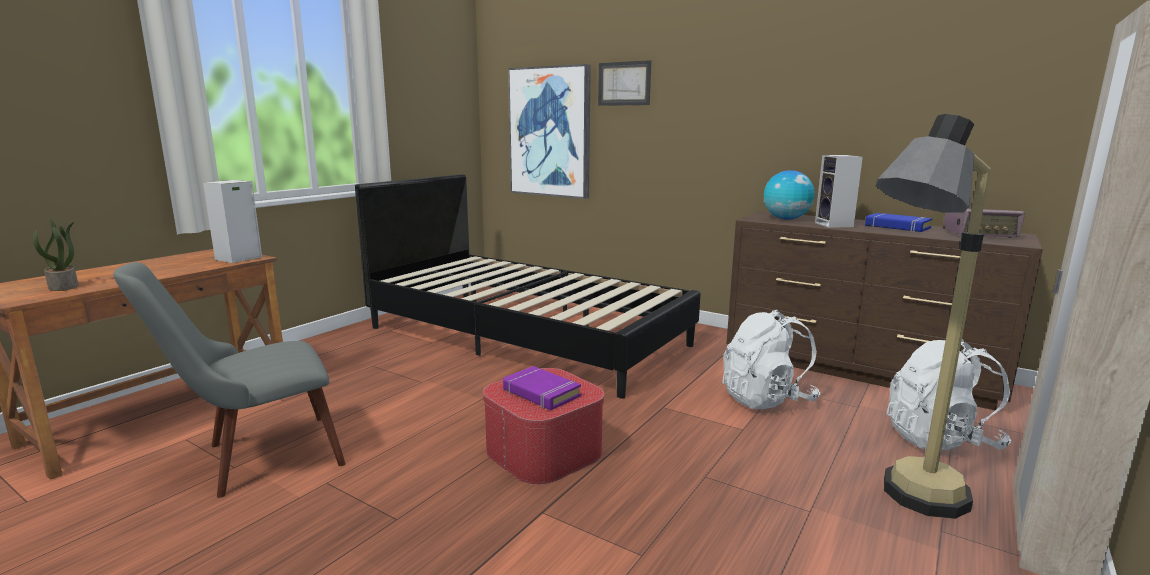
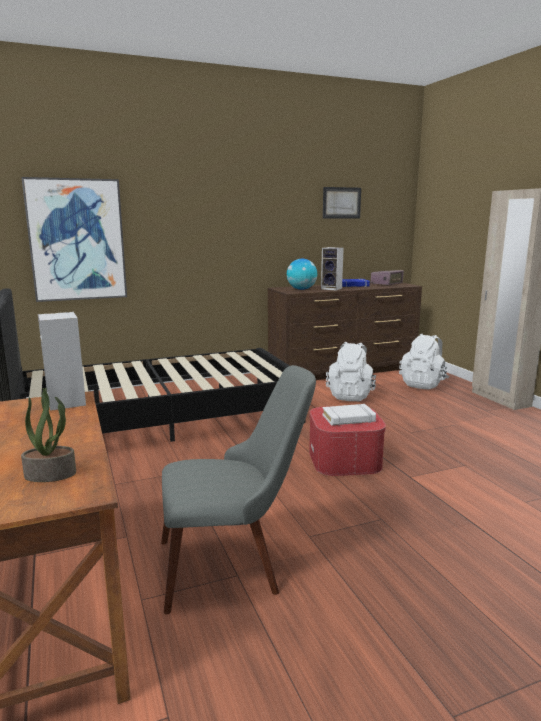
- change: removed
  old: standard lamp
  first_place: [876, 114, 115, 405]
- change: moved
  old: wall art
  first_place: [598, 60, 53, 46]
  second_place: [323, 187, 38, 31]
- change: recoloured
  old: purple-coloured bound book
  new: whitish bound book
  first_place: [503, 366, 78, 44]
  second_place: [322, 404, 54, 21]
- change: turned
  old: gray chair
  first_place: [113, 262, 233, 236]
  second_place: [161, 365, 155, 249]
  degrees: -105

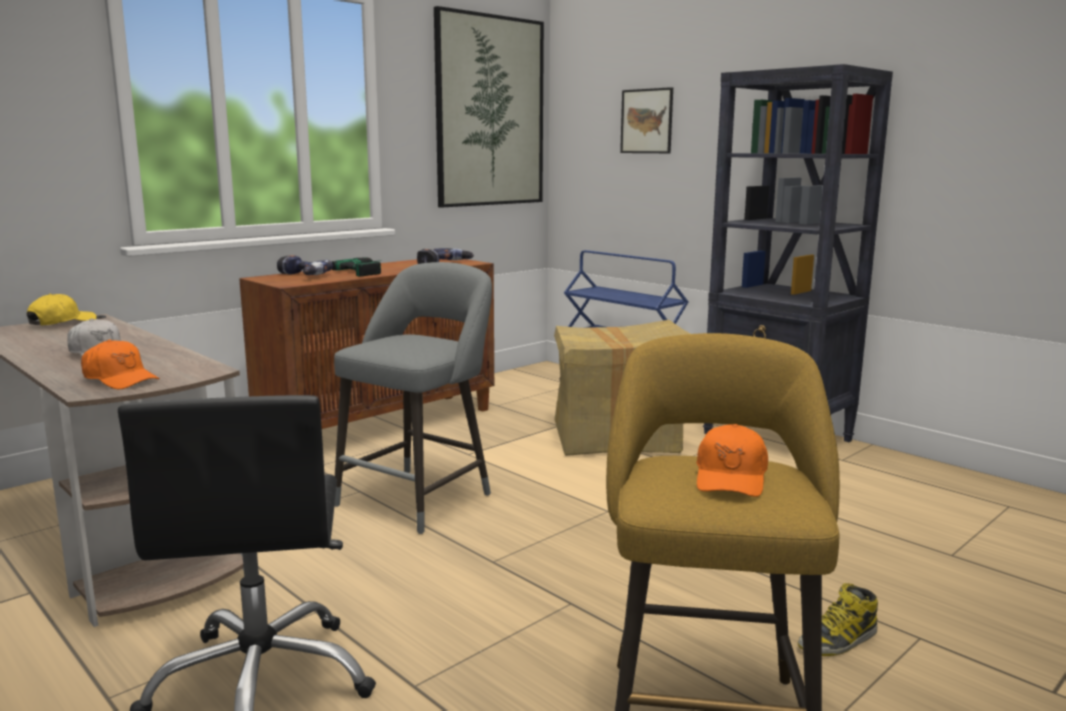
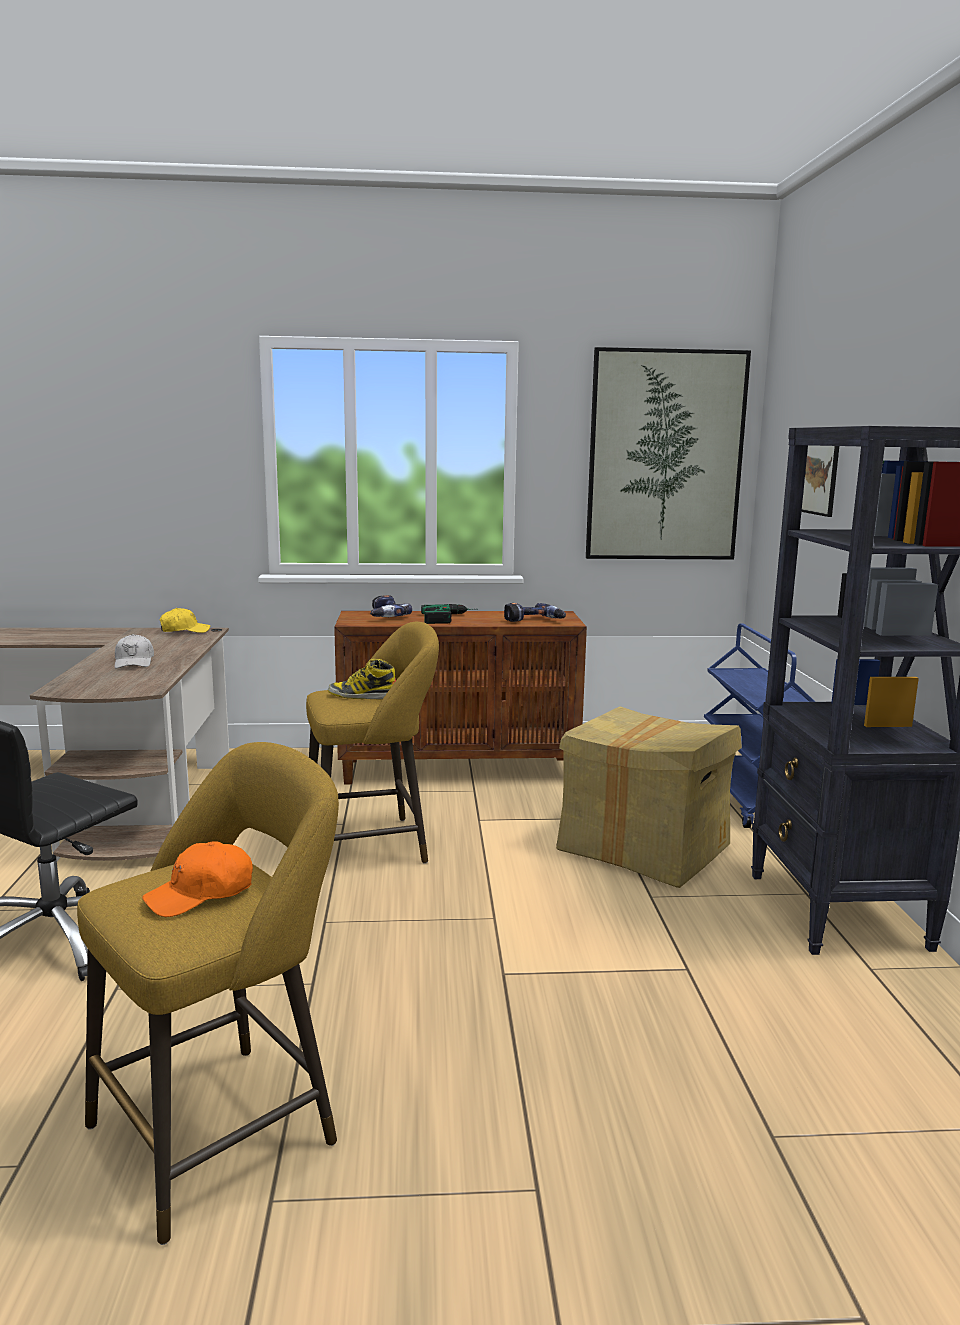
- change: removed
  old: orange peaked cap
  first_place: [81, 339, 79, 50]
- change: moved
  old: boot
  first_place: [798, 583, 80, 73]
  second_place: [328, 659, 68, 40]
- change: recoloured
  old: gray sitting stool
  new: yellow-coloured sitting stool
  first_place: [334, 262, 158, 272]
  second_place: [306, 622, 133, 242]

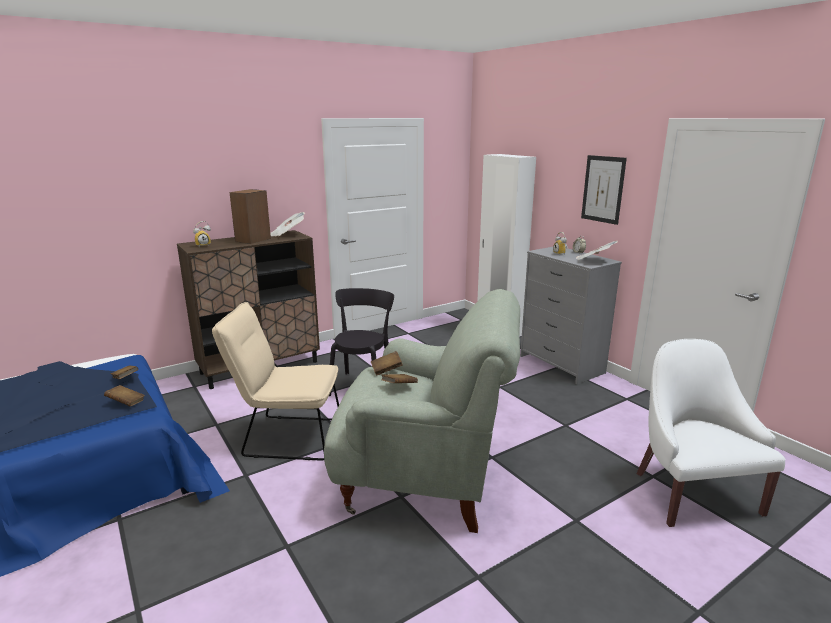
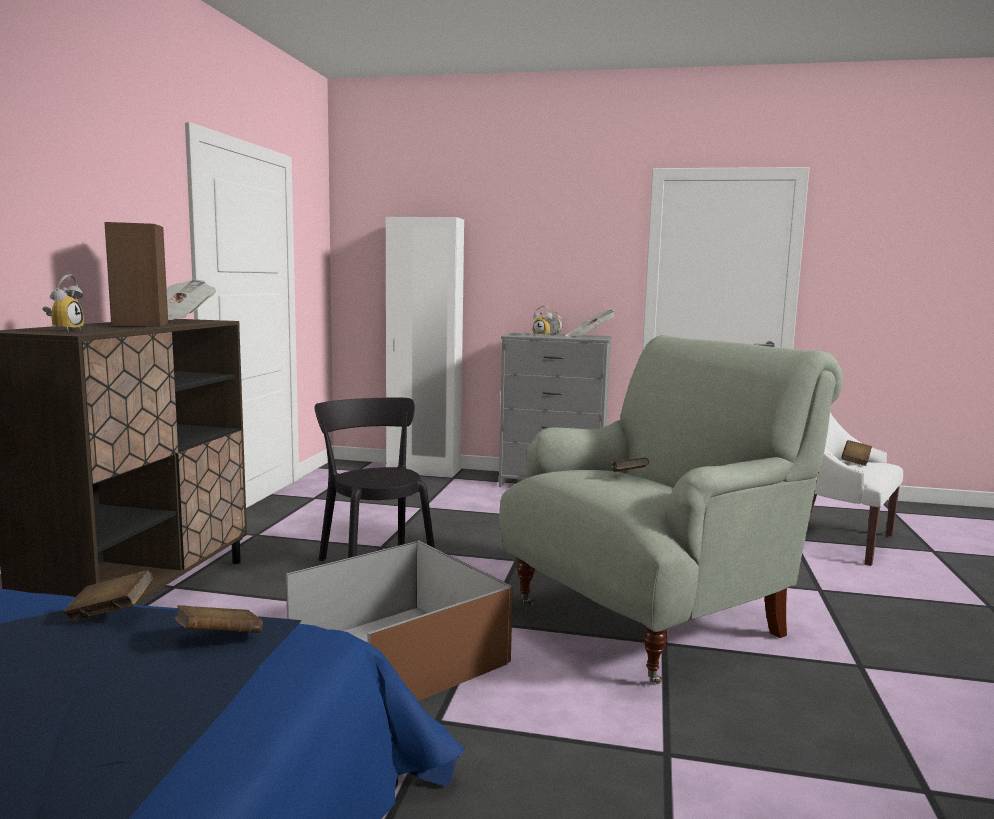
- change: removed
  old: wall art
  first_place: [581, 155, 46, 70]
- change: moved
  old: brown-coloured bound book
  first_place: [371, 351, 32, 24]
  second_place: [841, 440, 31, 26]
- change: replaced
  old: beige-coloured chair
  new: brown-coloured storage box
  first_place: [212, 302, 127, 159]
  second_place: [286, 541, 227, 160]

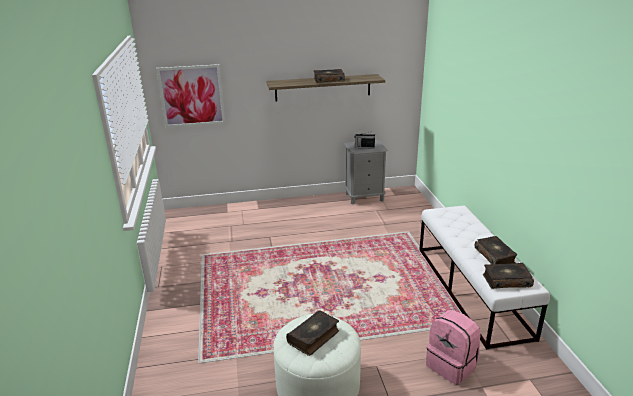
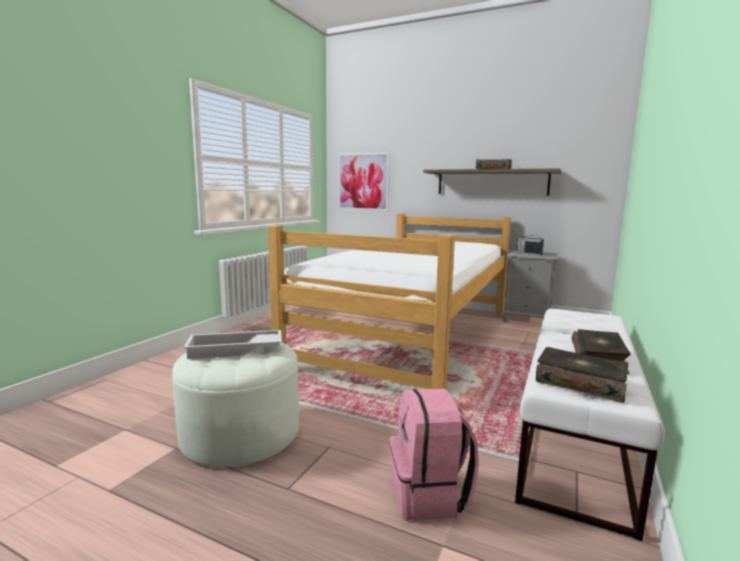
- change: added
  new: bedroom bed
  second_place: [268, 213, 243, 177]
- change: replaced
  old: bound book
  new: whitish tray
  first_place: [286, 310, 53, 46]
  second_place: [184, 330, 98, 29]

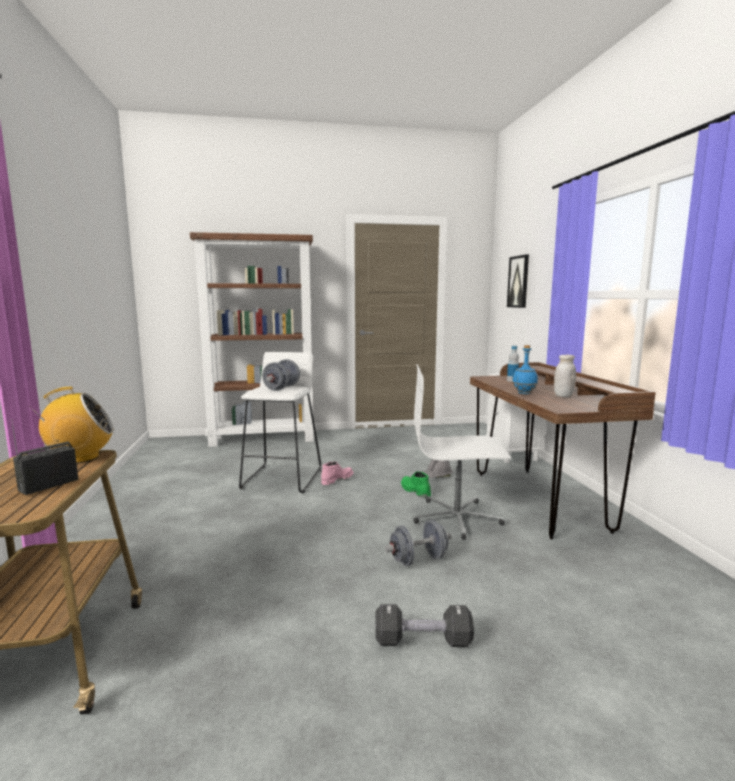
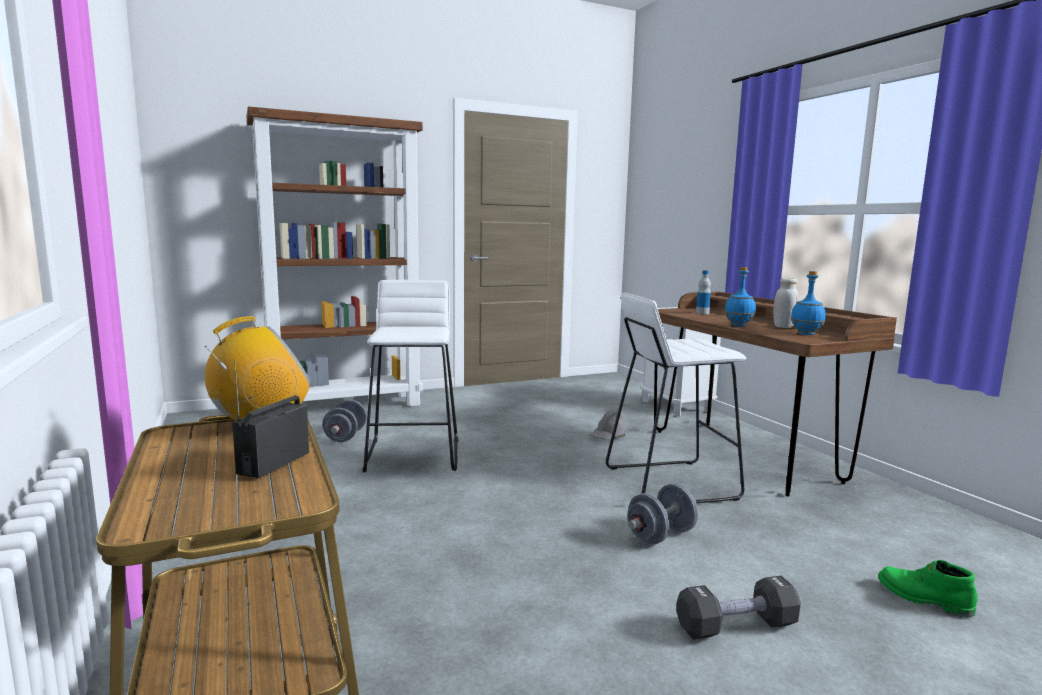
- change: removed
  old: pinkish boot
  first_place: [321, 461, 33, 24]
- change: removed
  old: wall art
  first_place: [507, 254, 22, 54]
- change: added
  new: blue beverage bottle
  second_place: [791, 271, 34, 64]
- change: moved
  old: gray free weight
  first_place: [262, 359, 38, 32]
  second_place: [322, 400, 45, 42]
- change: moved
  old: green-coloured boot
  first_place: [401, 471, 30, 27]
  second_place: [878, 560, 99, 57]
- change: replaced
  old: whitish desk chair
  new: whitish sitting stool
  first_place: [413, 364, 98, 176]
  second_place: [606, 293, 140, 210]

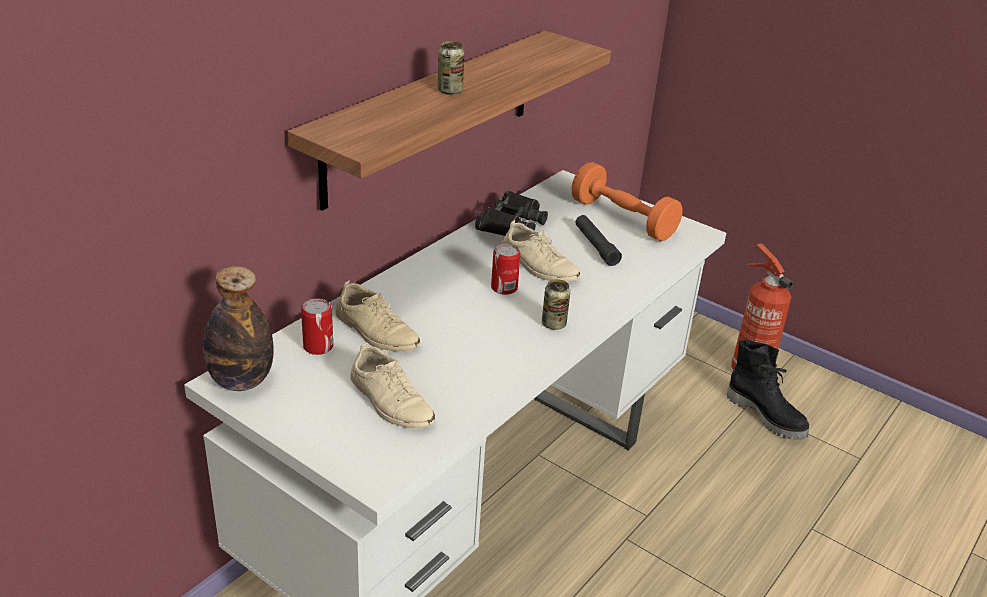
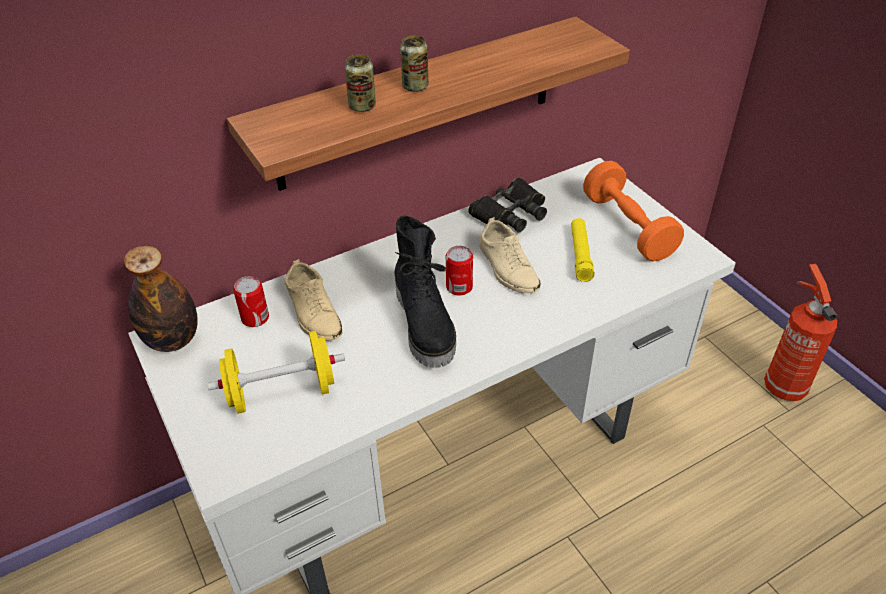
- change: moved
  old: metal can
  first_place: [542, 279, 29, 51]
  second_place: [345, 54, 31, 58]
- change: moved
  old: black boot
  first_place: [727, 340, 82, 100]
  second_place: [394, 216, 62, 152]
- change: replaced
  old: beige-coloured shoe
  new: yellow-coloured free weight
  first_place: [350, 343, 85, 85]
  second_place: [207, 330, 138, 84]
- change: recoloured
  old: black torch
  new: yellow-coloured torch
  first_place: [575, 215, 47, 51]
  second_place: [571, 218, 24, 64]

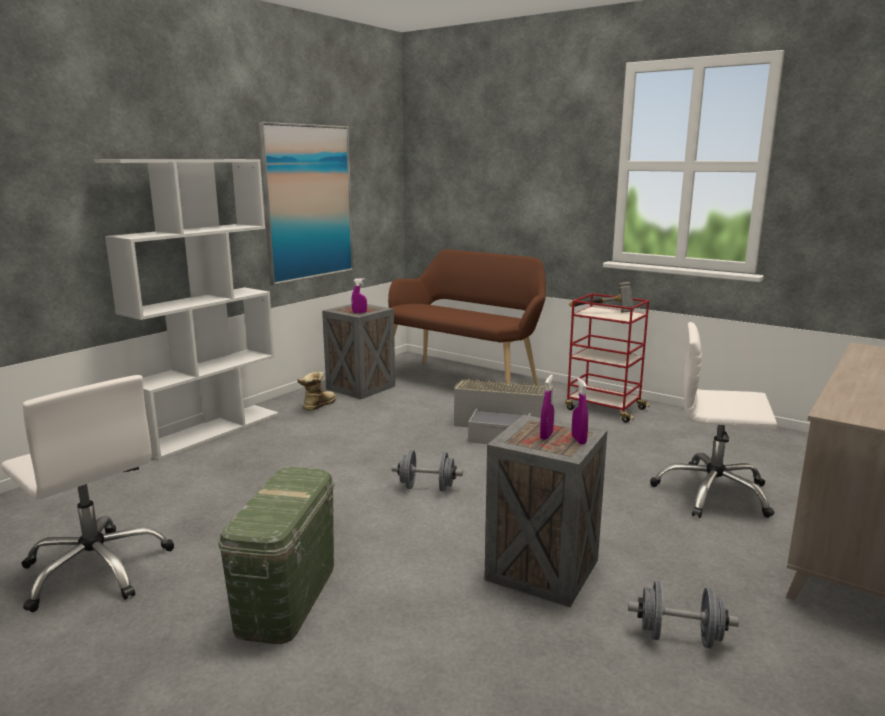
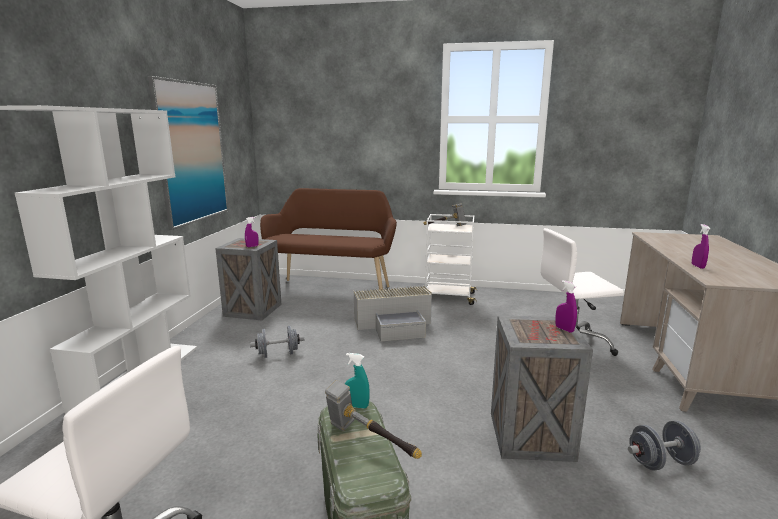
- change: removed
  old: boot
  first_place: [297, 372, 39, 38]
- change: added
  new: tool hammer
  second_place: [325, 380, 97, 79]
- change: added
  new: blue-green sprayer
  second_place: [345, 353, 25, 56]
- change: moved
  old: gray free weight
  first_place: [392, 450, 71, 41]
  second_place: [250, 326, 54, 32]
- change: moved
  old: purple-coloured sprayer
  first_place: [540, 375, 14, 65]
  second_place: [692, 224, 18, 45]
- change: recoloured
  old: red-coloured trolley
  new: whitish trolley
  first_place: [565, 293, 85, 130]
  second_place: [425, 214, 52, 91]

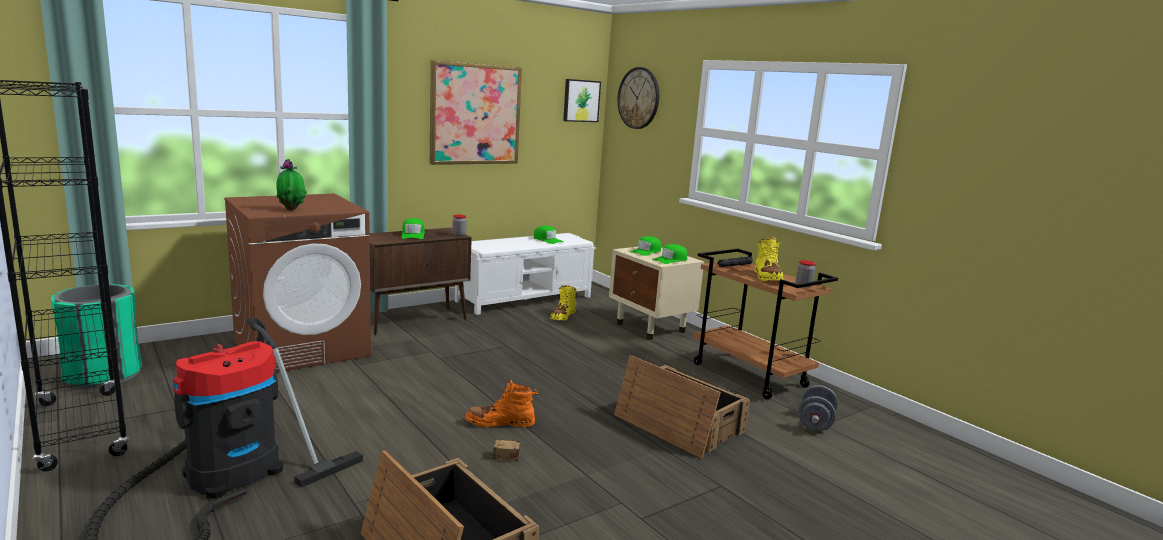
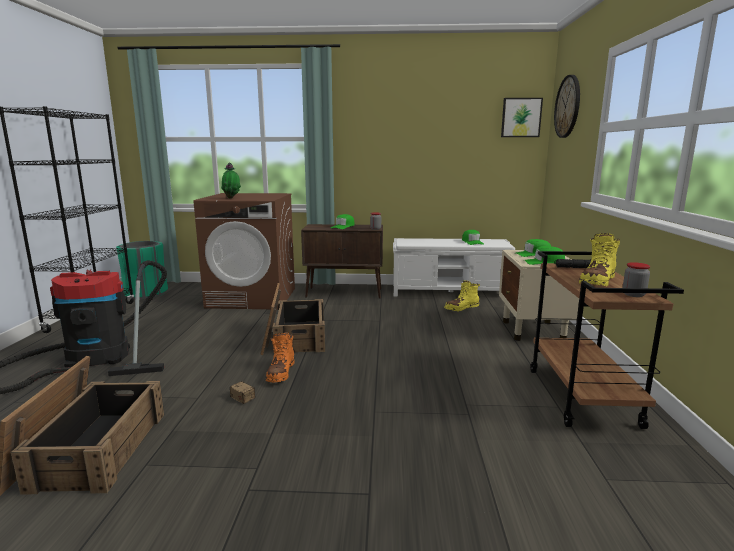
- change: removed
  old: wall art
  first_place: [430, 60, 92, 105]
- change: removed
  old: gray free weight
  first_place: [798, 385, 40, 46]
- change: moved
  old: packing crate
  first_place: [614, 355, 136, 103]
  second_place: [260, 283, 65, 72]
- change: turned
  old: orange boot
  first_place: [465, 379, 73, 48]
  second_place: [266, 332, 29, 50]
  degrees: -120

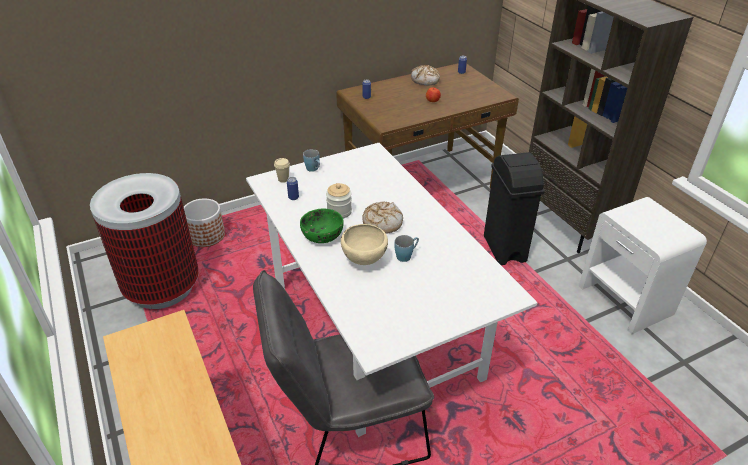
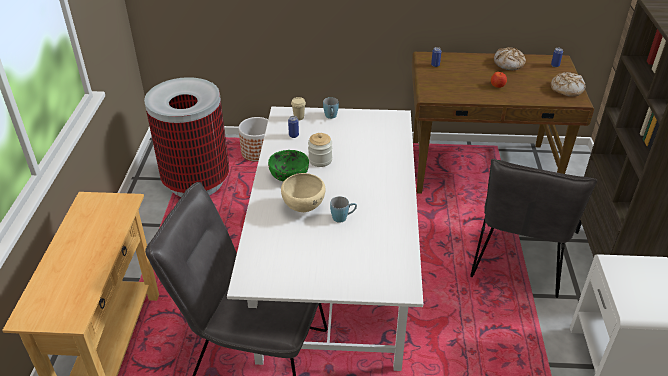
- change: moved
  old: baked bread
  first_place: [362, 202, 41, 32]
  second_place: [551, 72, 35, 25]
- change: replaced
  old: black rubbish bin
  new: gray chair
  first_place: [484, 152, 61, 113]
  second_place: [470, 159, 127, 139]

